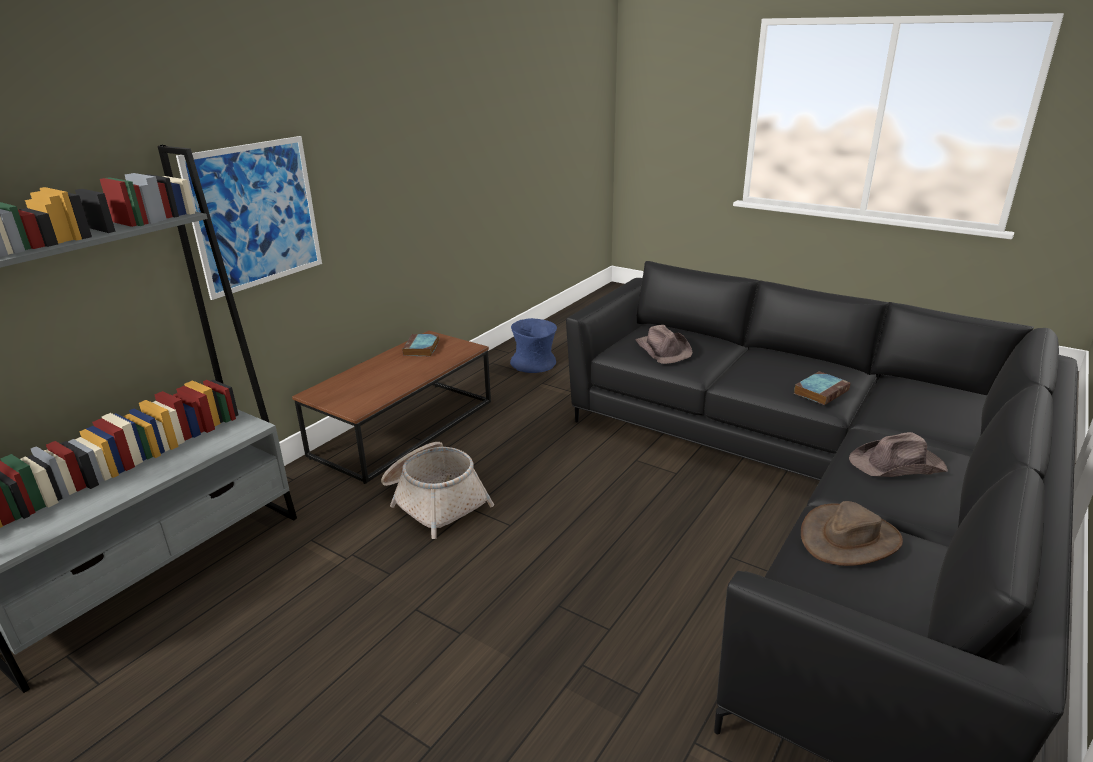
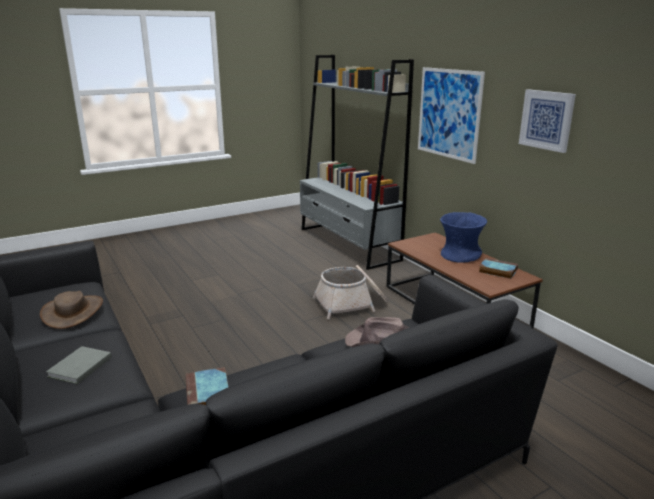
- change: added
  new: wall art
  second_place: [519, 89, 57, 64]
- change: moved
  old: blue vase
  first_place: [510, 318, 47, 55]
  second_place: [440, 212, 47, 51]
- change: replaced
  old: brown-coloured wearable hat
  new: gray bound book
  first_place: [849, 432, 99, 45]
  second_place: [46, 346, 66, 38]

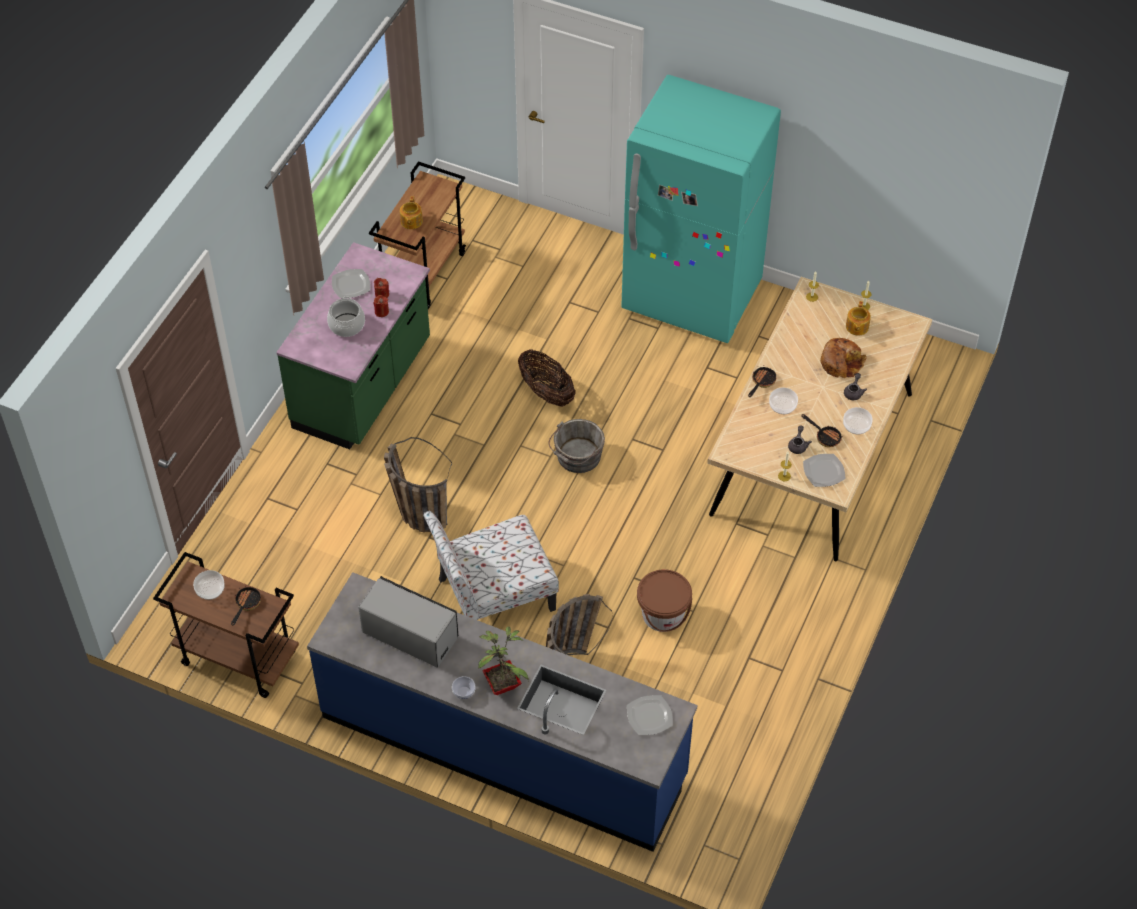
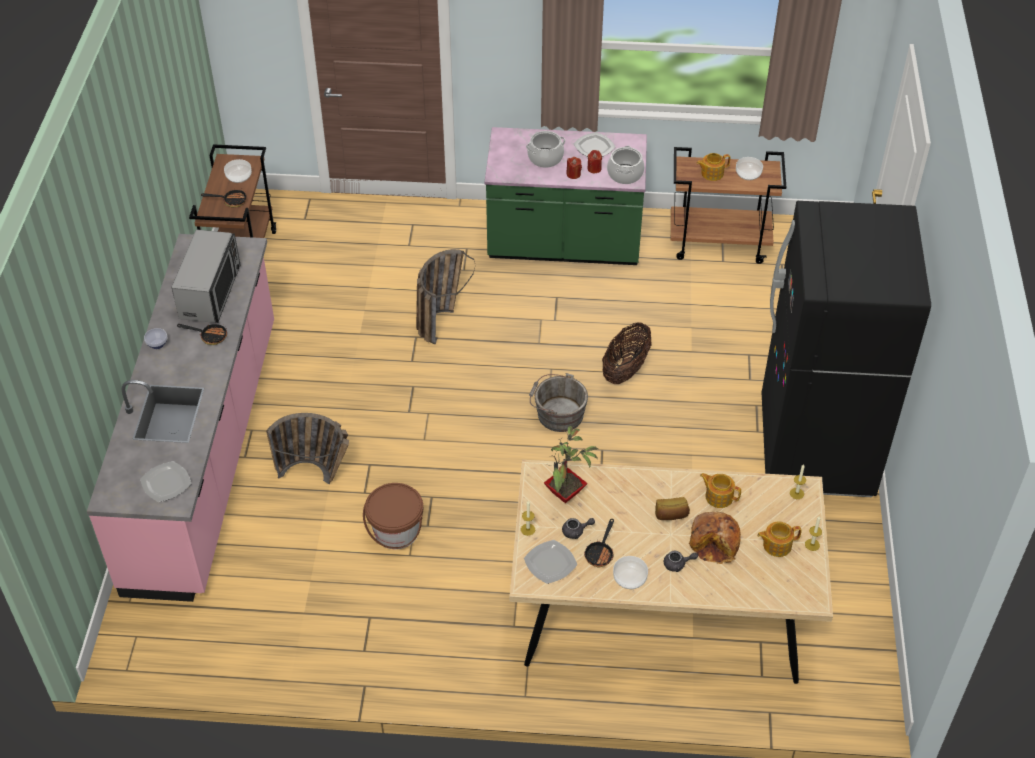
- change: removed
  old: chair
  first_place: [423, 511, 136, 109]
- change: added
  new: saucepot
  second_place: [607, 146, 37, 38]
- change: added
  new: baked bread
  second_place: [655, 497, 35, 23]
- change: added
  new: pot for tea
  second_place: [700, 473, 41, 35]
- change: moved
  old: houseplant
  first_place: [478, 627, 51, 68]
  second_place: [544, 426, 54, 77]
- change: moved
  old: skillet
  first_place: [748, 365, 29, 32]
  second_place: [177, 324, 50, 21]
- change: moved
  old: bowl
  first_place: [769, 388, 29, 26]
  second_place: [736, 157, 27, 23]
- change: recoloured
  old: blue kitchen base unit
  new: pinkish kitchen base unit
  first_place: [307, 572, 390, 280]
  second_place: [87, 234, 187, 368]
- change: recoloured
  old: blue-green refrigerator
  new: black refrigerator
  first_place: [621, 75, 160, 268]
  second_place: [762, 201, 169, 296]

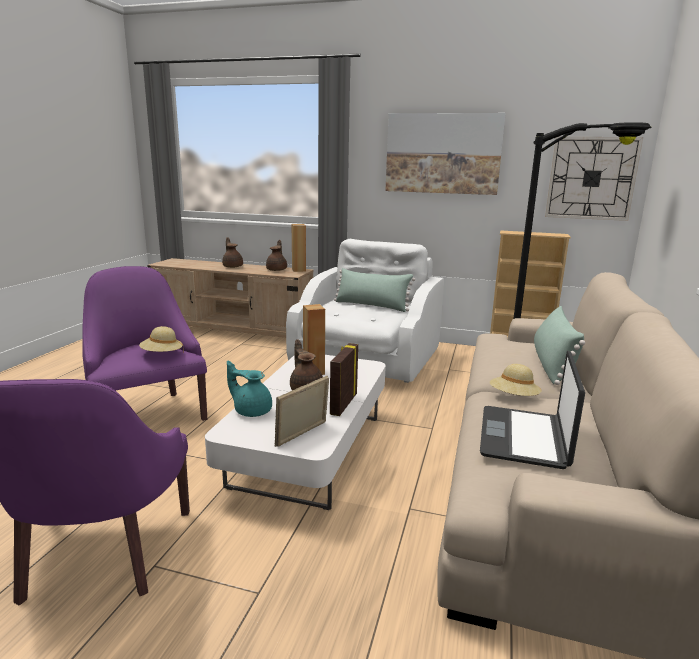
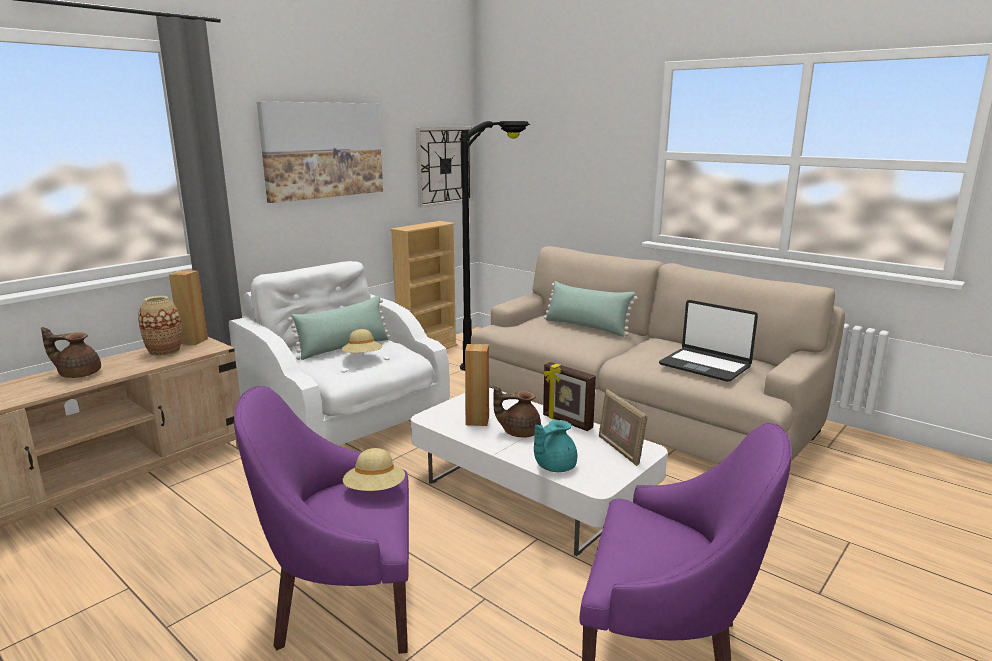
- change: moved
  old: beige-coloured wearable hat
  first_place: [490, 364, 52, 32]
  second_place: [342, 329, 40, 24]
- change: replaced
  old: brown-coloured pot for tea
  new: vase
  first_place: [266, 240, 21, 31]
  second_place: [138, 296, 44, 60]

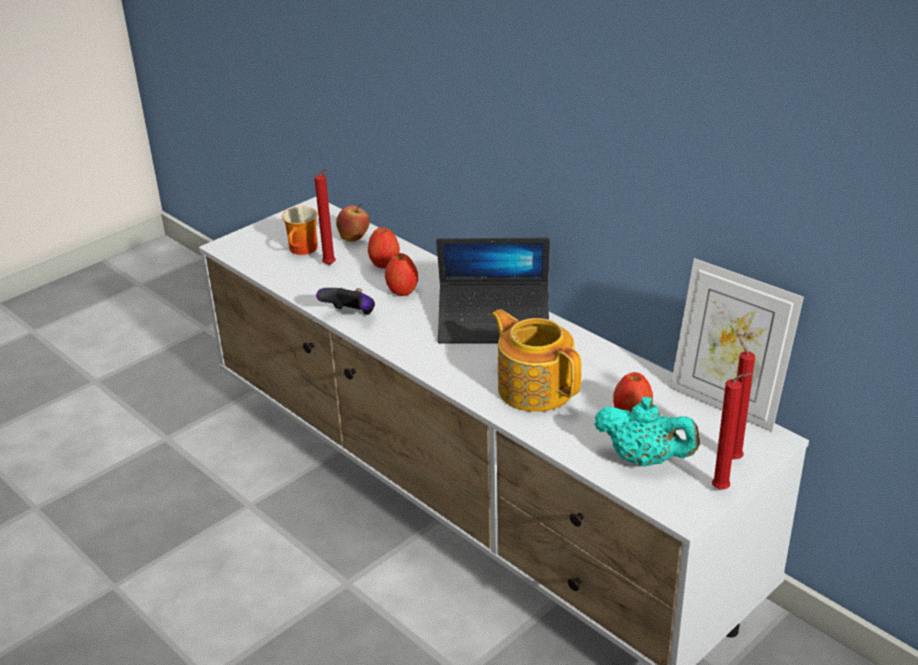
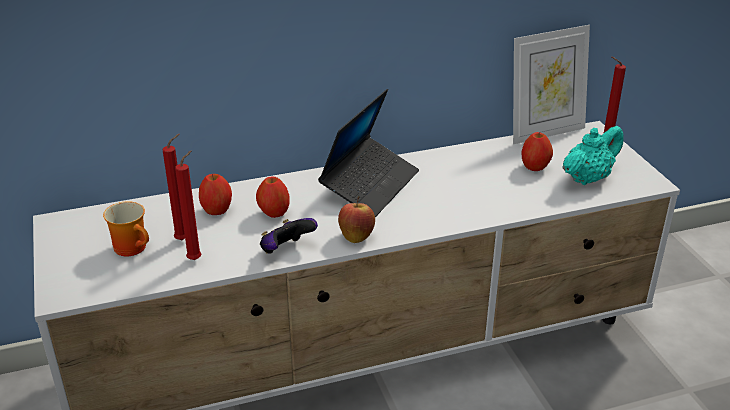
- change: removed
  old: pot for tea
  first_place: [491, 309, 91, 103]
- change: moved
  old: apple
  first_place: [336, 204, 34, 38]
  second_place: [338, 196, 37, 47]
- change: moved
  old: red-coloured candle
  first_place: [712, 373, 40, 117]
  second_place: [175, 150, 26, 110]

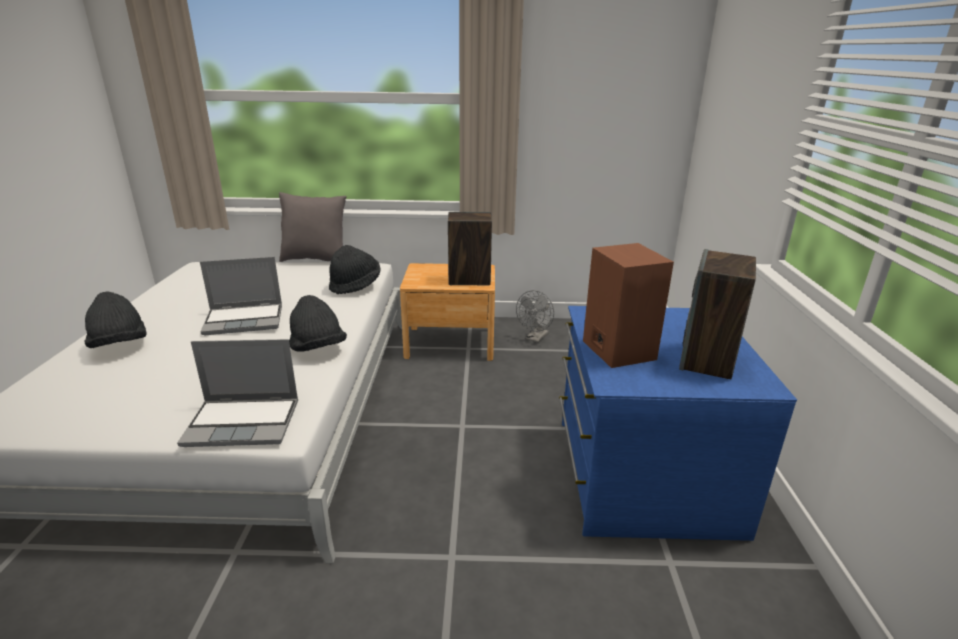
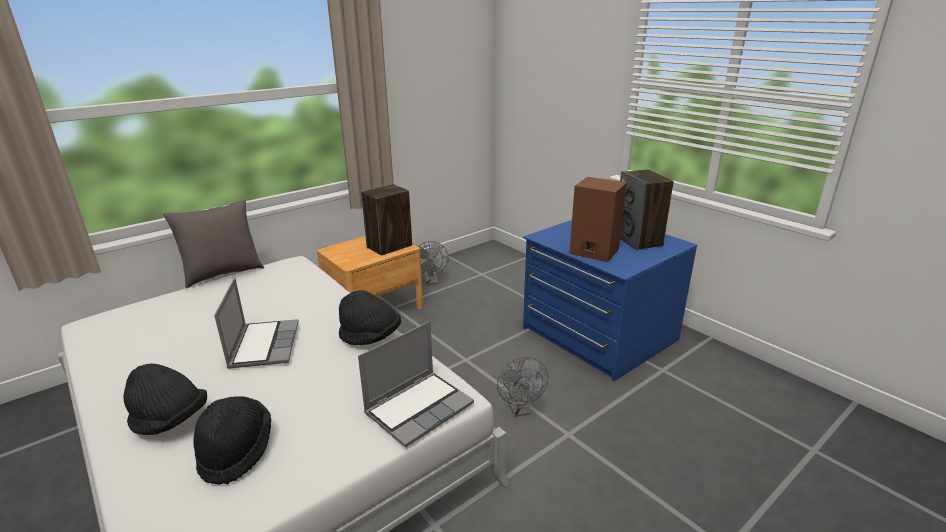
- change: added
  new: gray electric fan
  second_place: [497, 357, 51, 60]
- change: moved
  old: black wearable hat
  first_place: [329, 245, 52, 49]
  second_place: [193, 396, 78, 89]
- change: turned
  old: portable computer
  first_place: [200, 257, 82, 78]
  second_place: [214, 278, 85, 90]
  degrees: -45

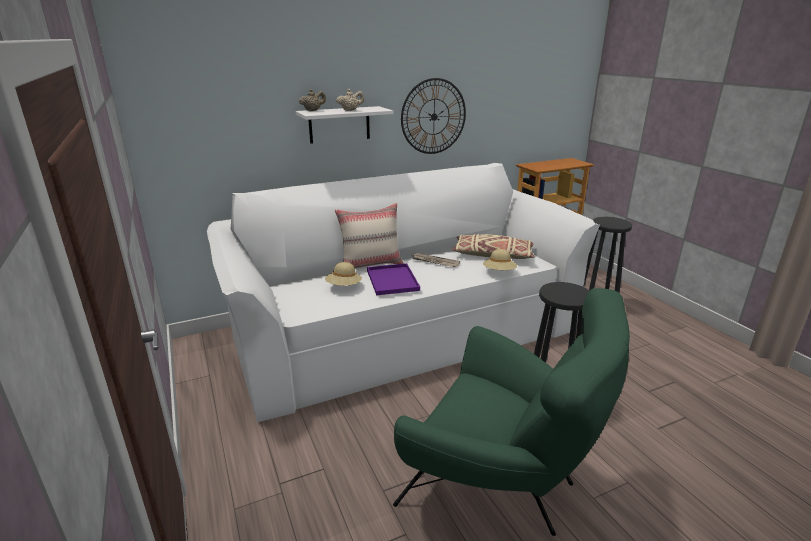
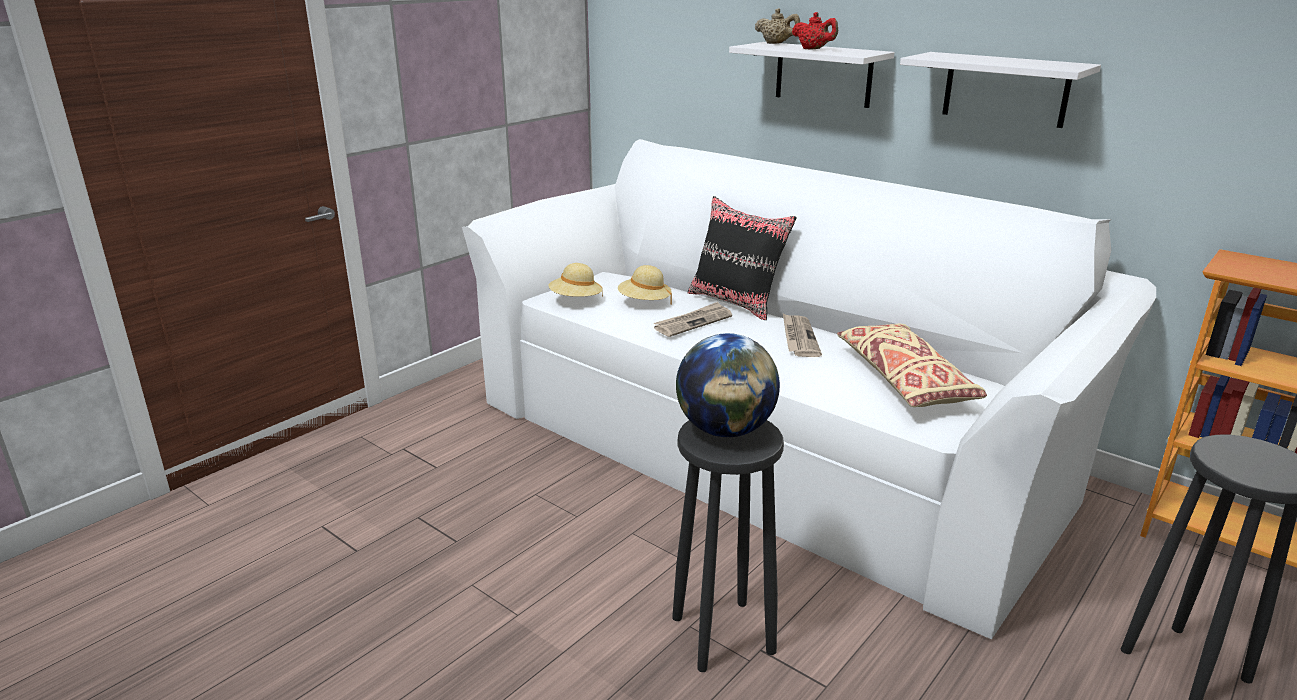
- change: removed
  old: green-coloured easy chair
  first_place: [393, 288, 237, 248]
- change: added
  new: desk globe
  second_place: [676, 333, 104, 104]
- change: moved
  old: beige-coloured wearable hat
  first_place: [483, 249, 34, 21]
  second_place: [549, 263, 54, 35]
- change: replaced
  old: purple-coloured tray
  new: newspaper
  first_place: [367, 263, 53, 32]
  second_place: [654, 302, 78, 35]
- change: replaced
  old: hanging clock
  new: whitish shelf
  first_place: [401, 78, 65, 76]
  second_place: [900, 52, 201, 76]
- change: recoloured
  old: beige-coloured cushion
  new: black cushion
  first_place: [335, 203, 69, 65]
  second_place: [688, 196, 108, 124]
- change: recoloured
  old: beige-coloured pot for tea
  new: red-coloured pot for tea
  first_place: [336, 89, 28, 22]
  second_place: [792, 12, 46, 37]

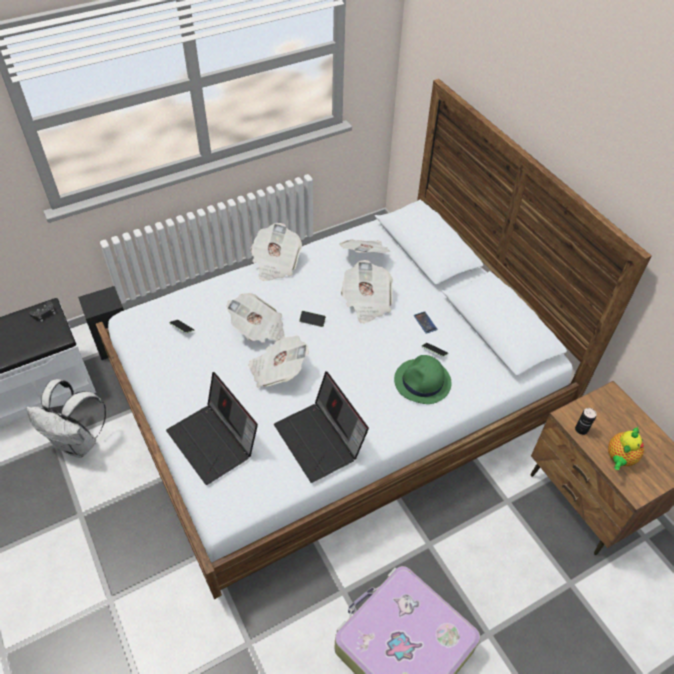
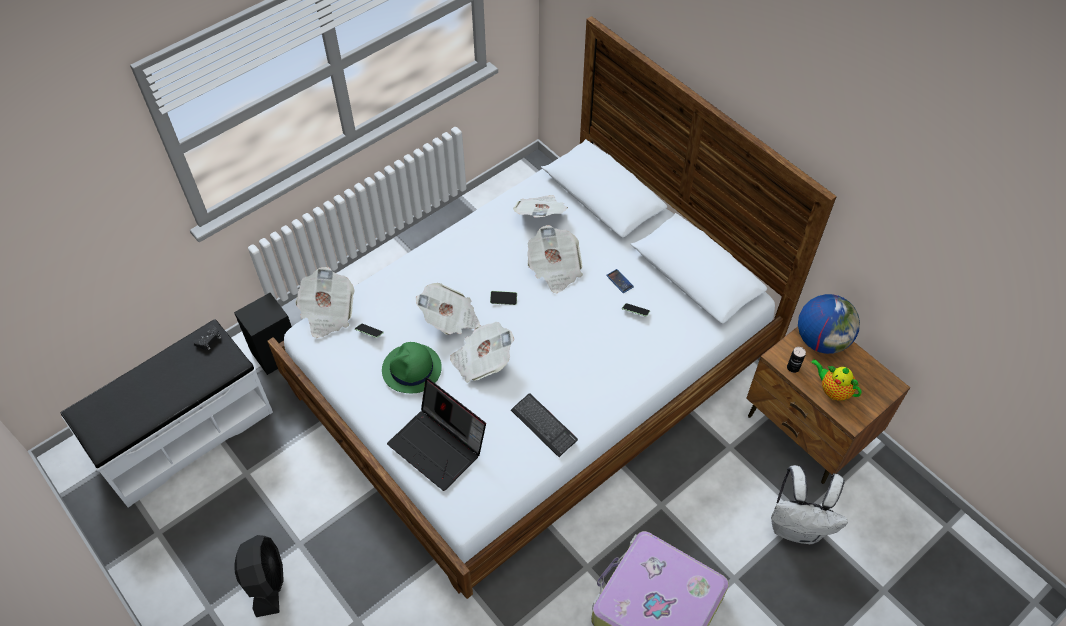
- change: added
  new: black electric fan
  second_place: [234, 535, 50, 82]
- change: added
  new: desk globe
  second_place: [798, 294, 62, 60]
- change: moved
  old: whitish backpack
  first_place: [26, 379, 80, 79]
  second_place: [771, 465, 77, 79]
- change: moved
  old: newspaper
  first_place: [251, 223, 51, 58]
  second_place: [296, 267, 59, 71]
- change: moved
  old: green-coloured wearable hat
  first_place: [394, 355, 58, 49]
  second_place: [382, 342, 60, 51]
- change: replaced
  old: portable computer
  new: keyboard
  first_place: [274, 371, 95, 112]
  second_place: [511, 393, 67, 64]
- change: turned
  old: pot for tea
  first_place: [608, 427, 36, 43]
  second_place: [811, 359, 51, 42]
  degrees: 105

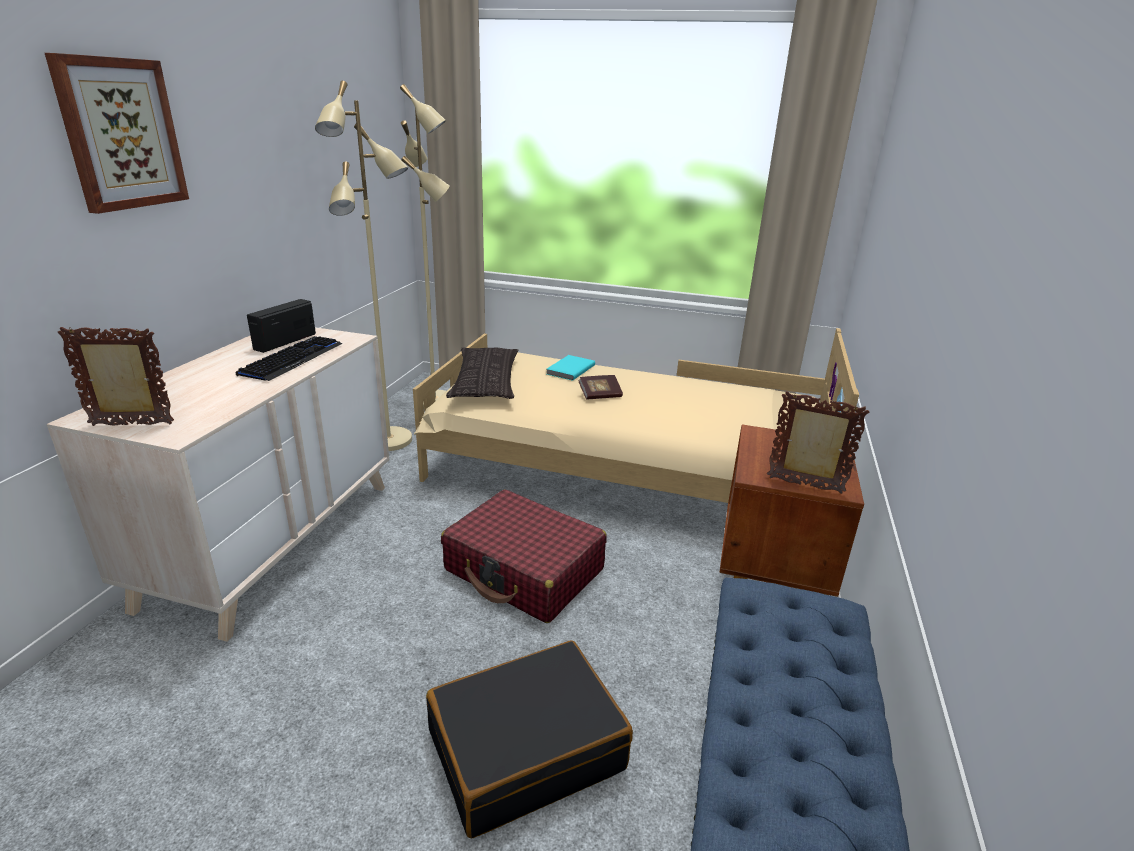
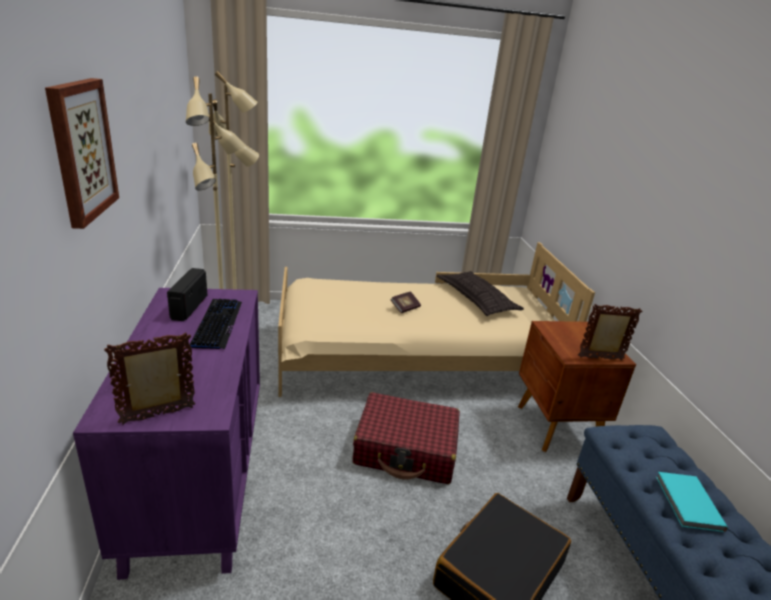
- change: moved
  old: cushion
  first_place: [446, 347, 72, 52]
  second_place: [437, 271, 87, 45]
- change: moved
  old: blue-green bound book
  first_place: [547, 355, 48, 26]
  second_place: [656, 472, 72, 60]
- change: recoloured
  old: beige-coloured drawer chest
  new: purple-coloured drawer chest
  first_place: [47, 327, 342, 315]
  second_place: [73, 288, 187, 292]

